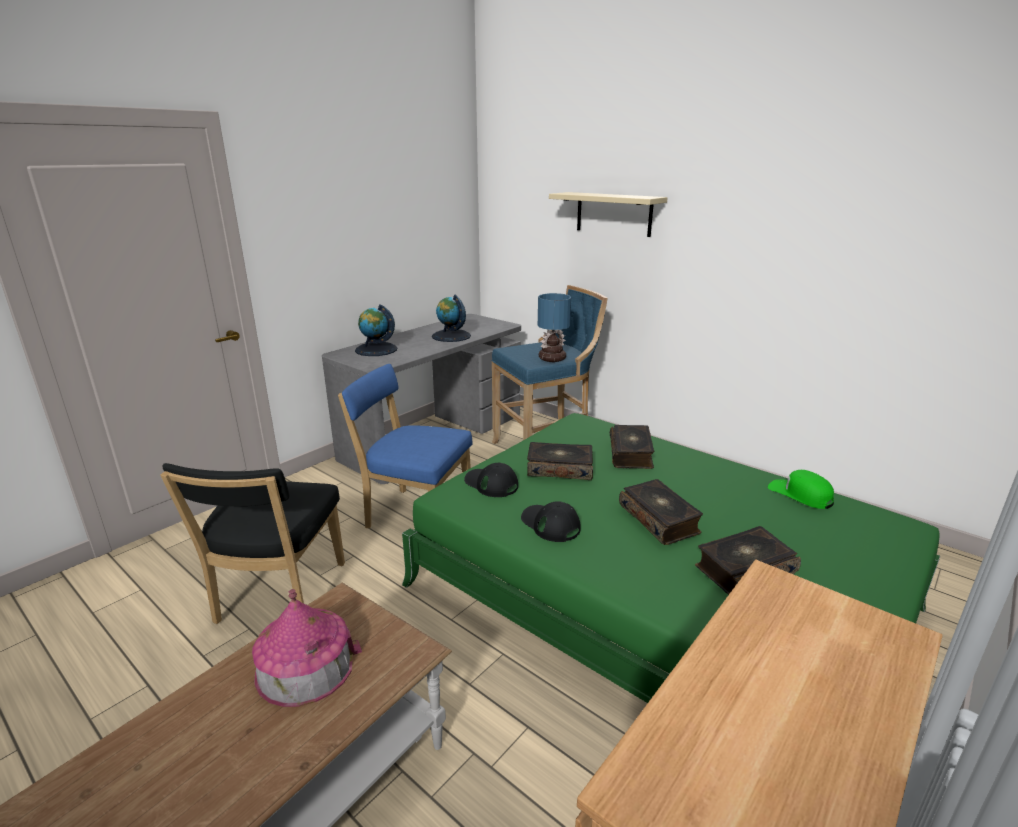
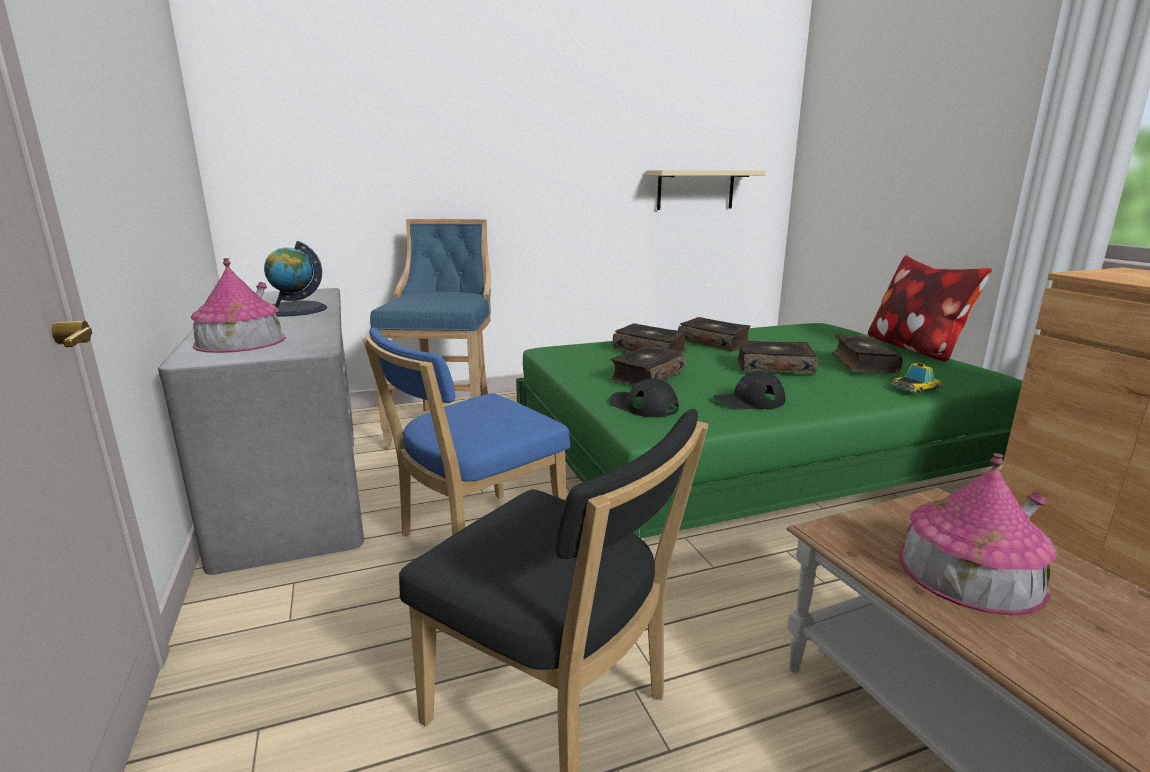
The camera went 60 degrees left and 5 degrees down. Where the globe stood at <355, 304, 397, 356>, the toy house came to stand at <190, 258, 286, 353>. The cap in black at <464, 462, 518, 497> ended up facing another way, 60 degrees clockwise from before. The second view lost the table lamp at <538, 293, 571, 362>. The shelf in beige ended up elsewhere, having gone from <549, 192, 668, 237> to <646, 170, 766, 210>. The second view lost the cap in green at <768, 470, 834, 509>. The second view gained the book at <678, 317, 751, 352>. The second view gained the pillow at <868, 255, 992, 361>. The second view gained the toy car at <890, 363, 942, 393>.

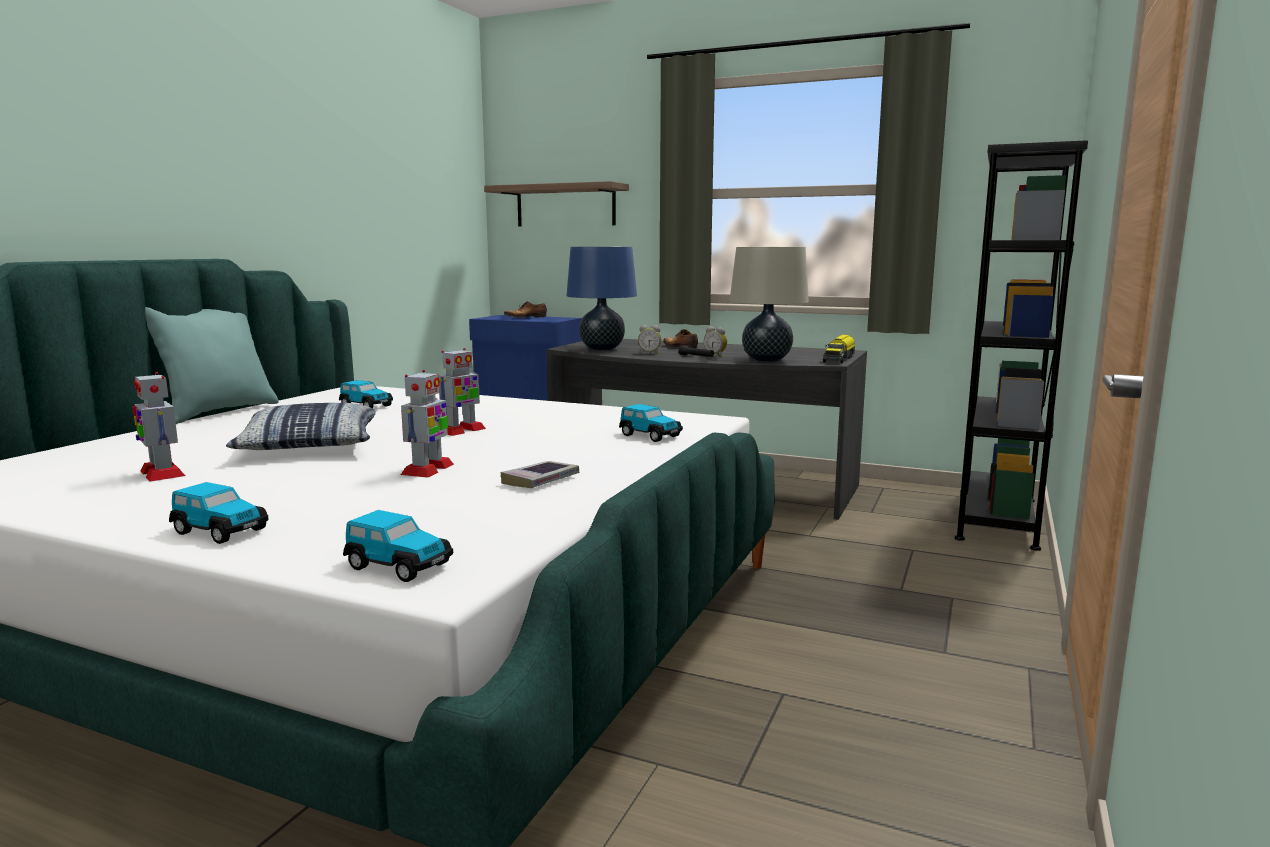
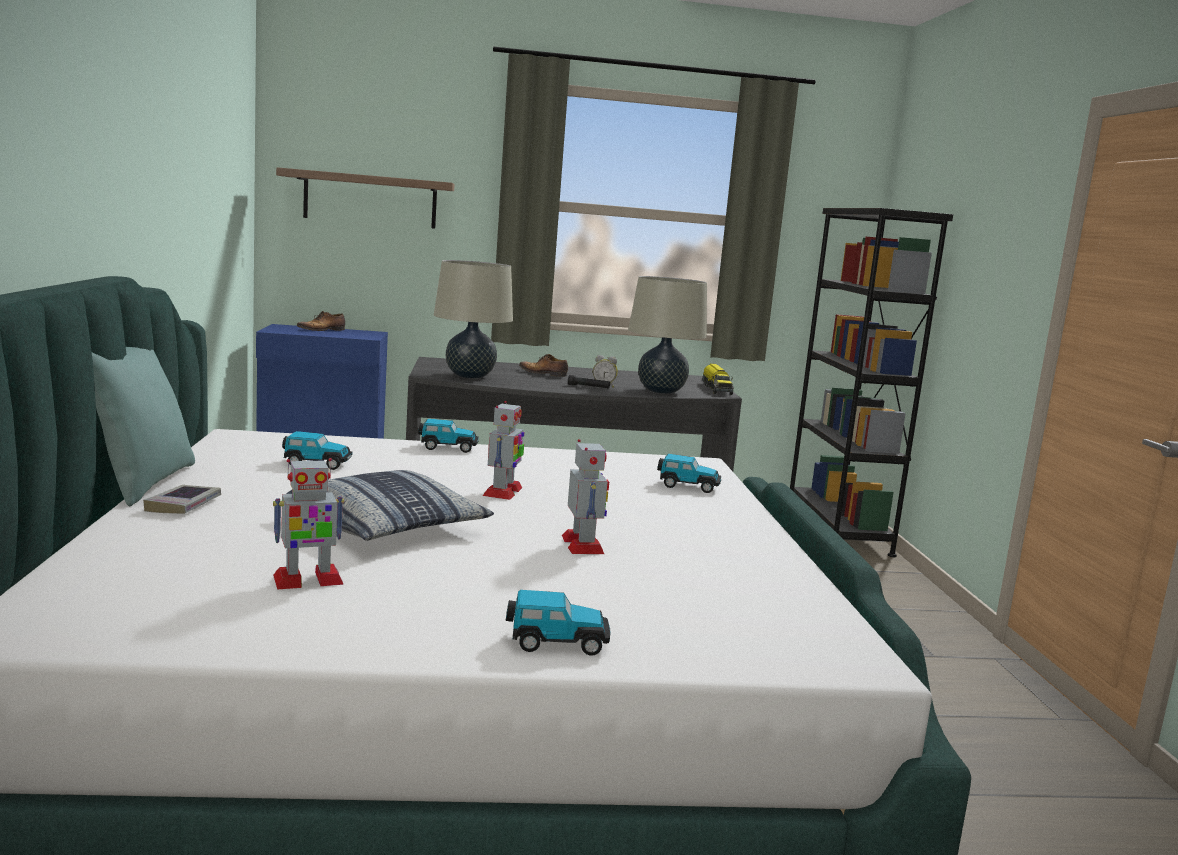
The camera went 30 degrees left and 0 degrees up. The toy robot at <132, 372, 185, 482> ended up facing another way, 45 degrees counterclockwise from before. The toy car ended up elsewhere, having gone from <343, 510, 453, 582> to <418, 419, 479, 453>. The book ended up elsewhere, having gone from <500, 461, 579, 488> to <143, 485, 221, 514>. What was the table lamp in blue at <566, 247, 637, 351> turned into the table lamp in beige at <434, 260, 513, 379>. The second view lost the alarm clock at <638, 325, 661, 354>.

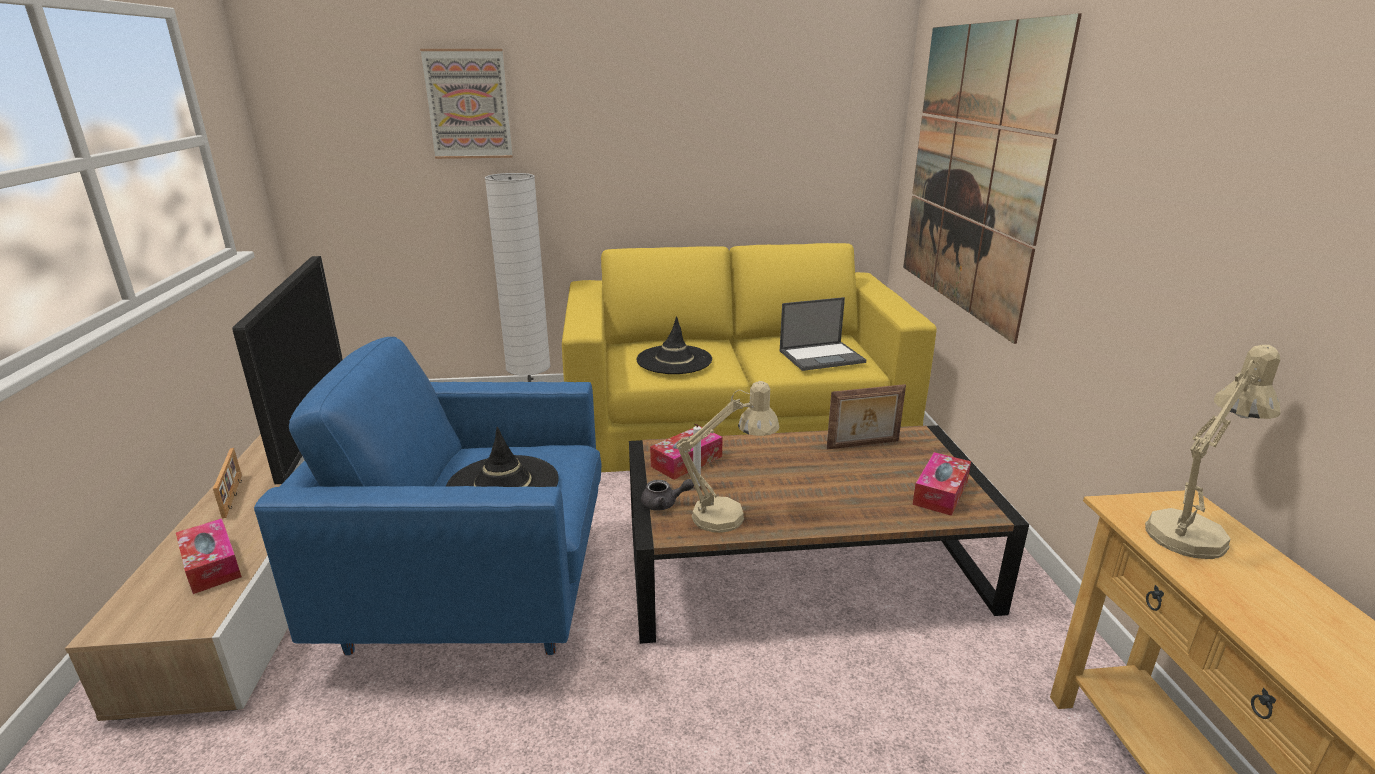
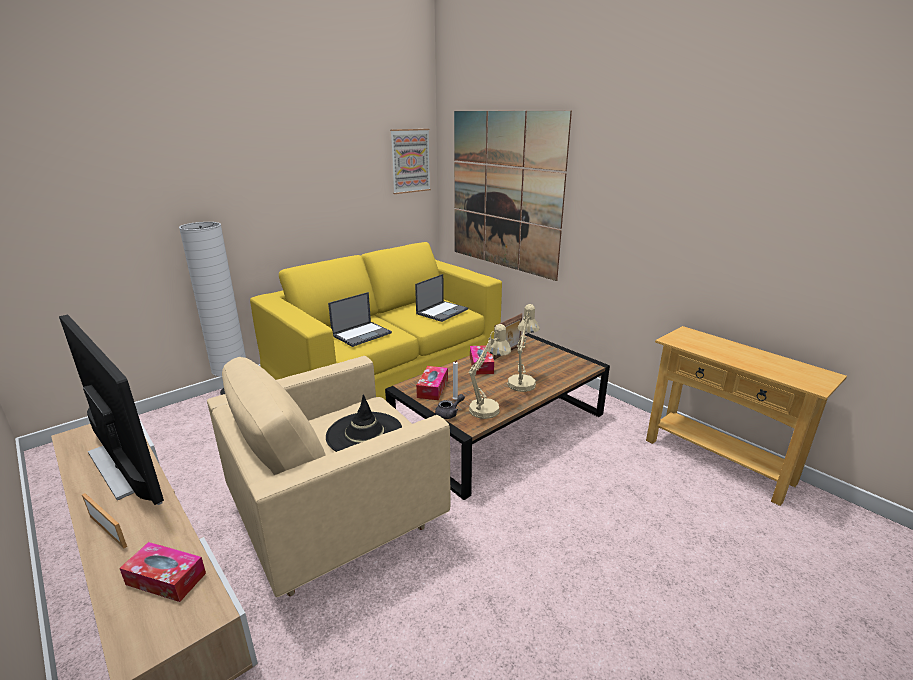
The camera went 35 degrees left and 0 degrees up. What was the armchair in blue at <254, 337, 602, 655> turned into the armchair in beige at <207, 356, 450, 597>. The picture ended up elsewhere, having gone from <420, 49, 513, 159> to <390, 129, 431, 194>. Where the hat in black stood at <636, 316, 712, 374>, the laptop came to stand at <328, 292, 392, 347>. The tissue box ended up elsewhere, having gone from <912, 452, 971, 516> to <470, 345, 494, 374>. The table lamp in beige ended up elsewhere, having gone from <1145, 345, 1280, 559> to <507, 304, 539, 392>.

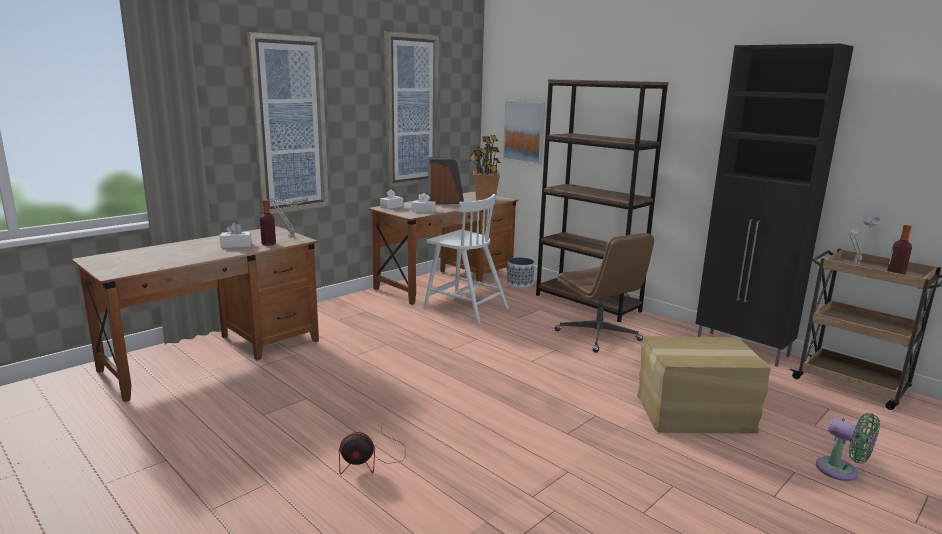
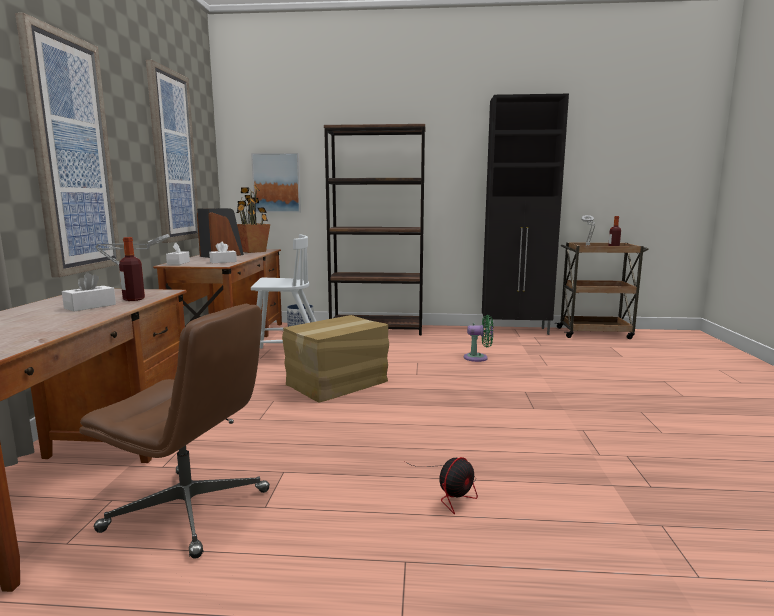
The camera went 40 degrees left and 5 degrees down. The office chair in brown ended up elsewhere, having gone from <555, 233, 654, 353> to <79, 304, 270, 559>. The cardboard box ended up elsewhere, having gone from <637, 336, 771, 434> to <282, 315, 389, 403>. The fan in green ended up elsewhere, having gone from <816, 413, 880, 481> to <464, 315, 493, 362>.

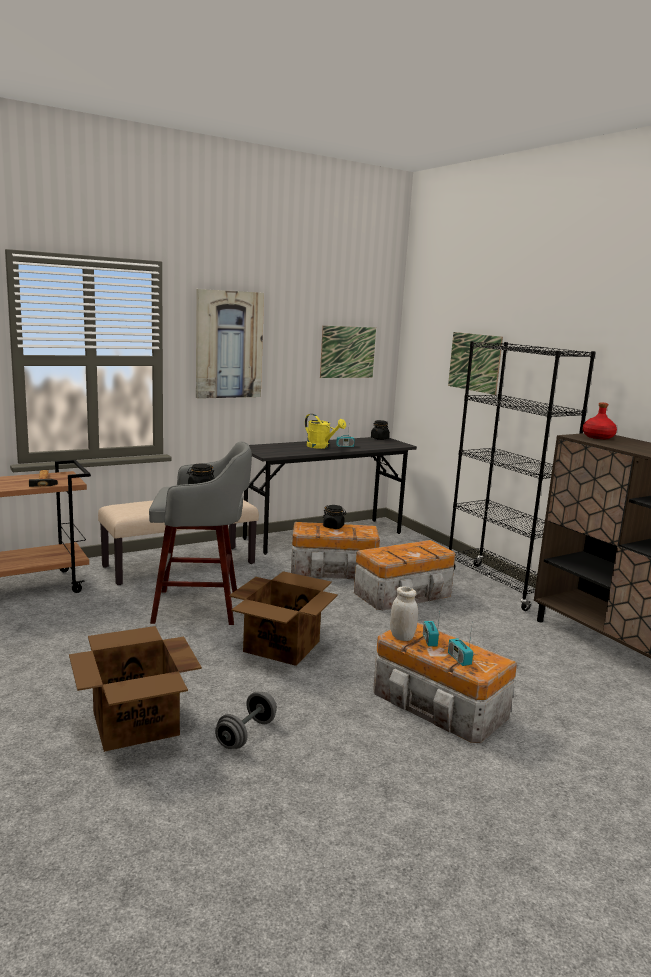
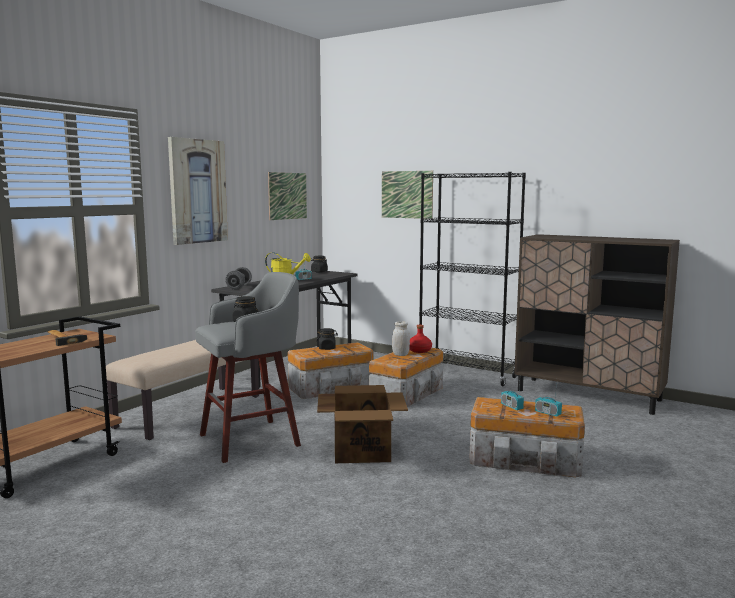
The camera went 25 degrees left and 5 degrees down. The second view lost the cardboard box at <69, 626, 202, 752>. The dumbbell in grey ended up elsewhere, having gone from <215, 692, 277, 749> to <225, 267, 252, 290>. The jar in white ended up elsewhere, having gone from <390, 586, 418, 641> to <392, 321, 410, 356>. The bottle in red ended up elsewhere, having gone from <583, 402, 617, 439> to <409, 325, 432, 353>.

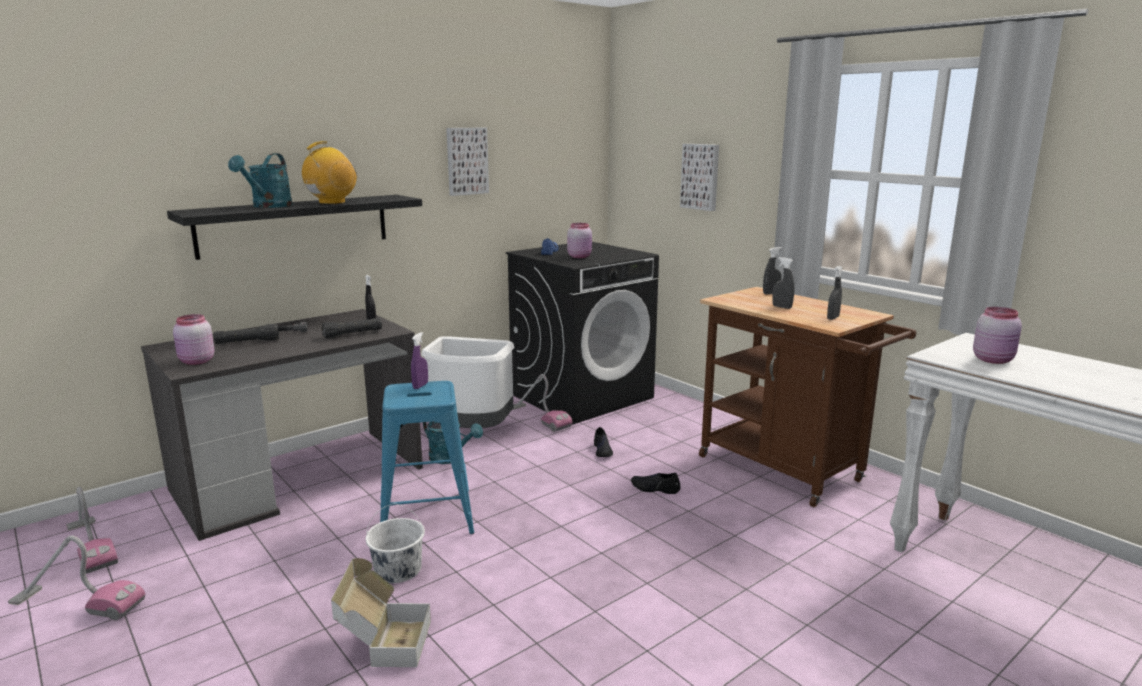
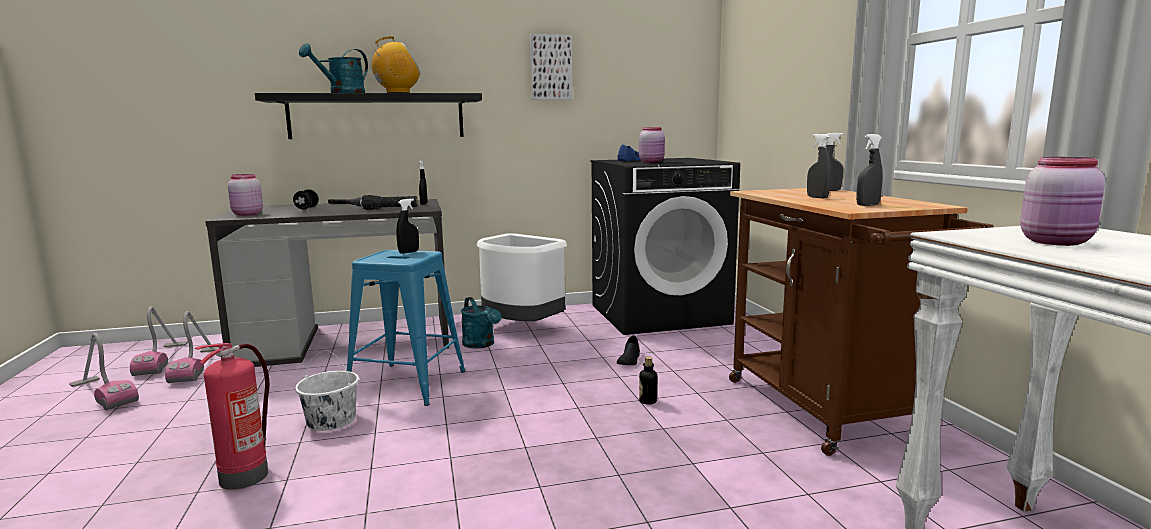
The camera went 25 degrees right and 5 degrees down. Where the flashlight in black stood at <214, 324, 279, 344>, the dumbbell in black came to stand at <293, 189, 319, 210>. Where the cardboard box stood at <331, 558, 431, 667>, the fire extinguisher came to stand at <195, 343, 269, 489>. What was the spray bottle in purple at <411, 332, 428, 389> turned into the spray bottle in black at <396, 199, 419, 254>. The vacuum cleaner ended up elsewhere, having gone from <512, 374, 572, 432> to <165, 311, 219, 383>. Where the shoe in black stood at <631, 473, 681, 494>, the bottle came to stand at <639, 357, 657, 405>. The second view lost the picture at <680, 144, 719, 211>.

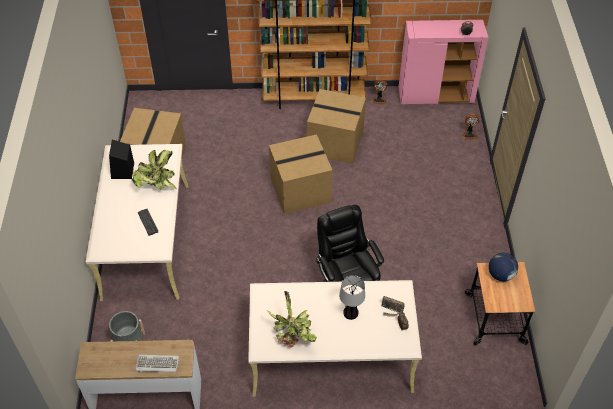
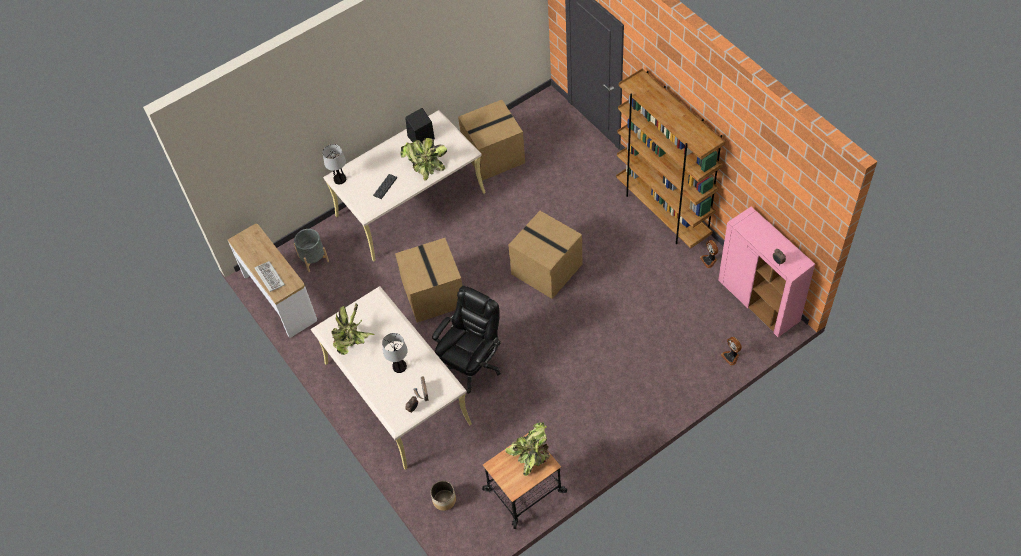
The camera went 60 degrees right and 5 degrees up. The cardboard box ended up elsewhere, having gone from <307, 89, 366, 164> to <395, 238, 463, 323>. Where the globe stood at <489, 253, 518, 282>, the potted plant came to stand at <505, 422, 550, 476>. The second view gained the table lamp at <323, 144, 346, 184>. The second view gained the planter at <430, 481, 456, 511>.

